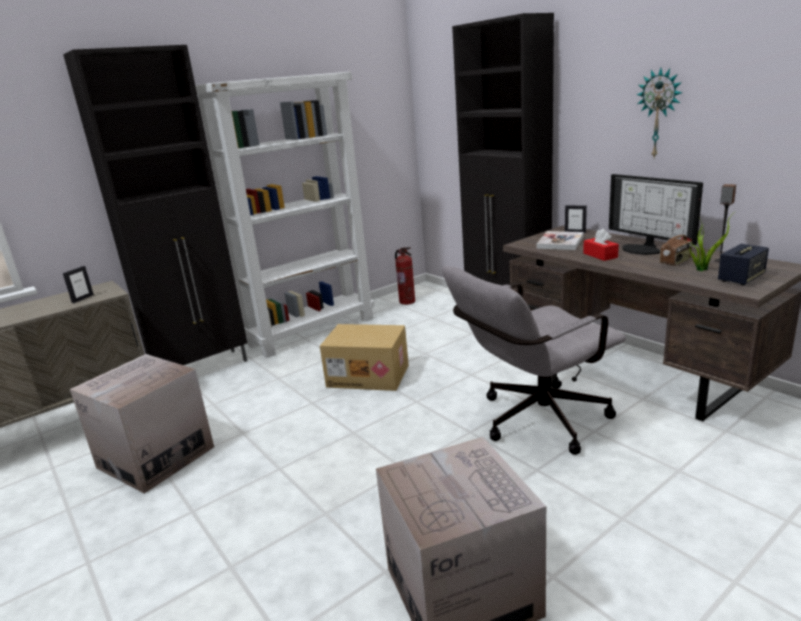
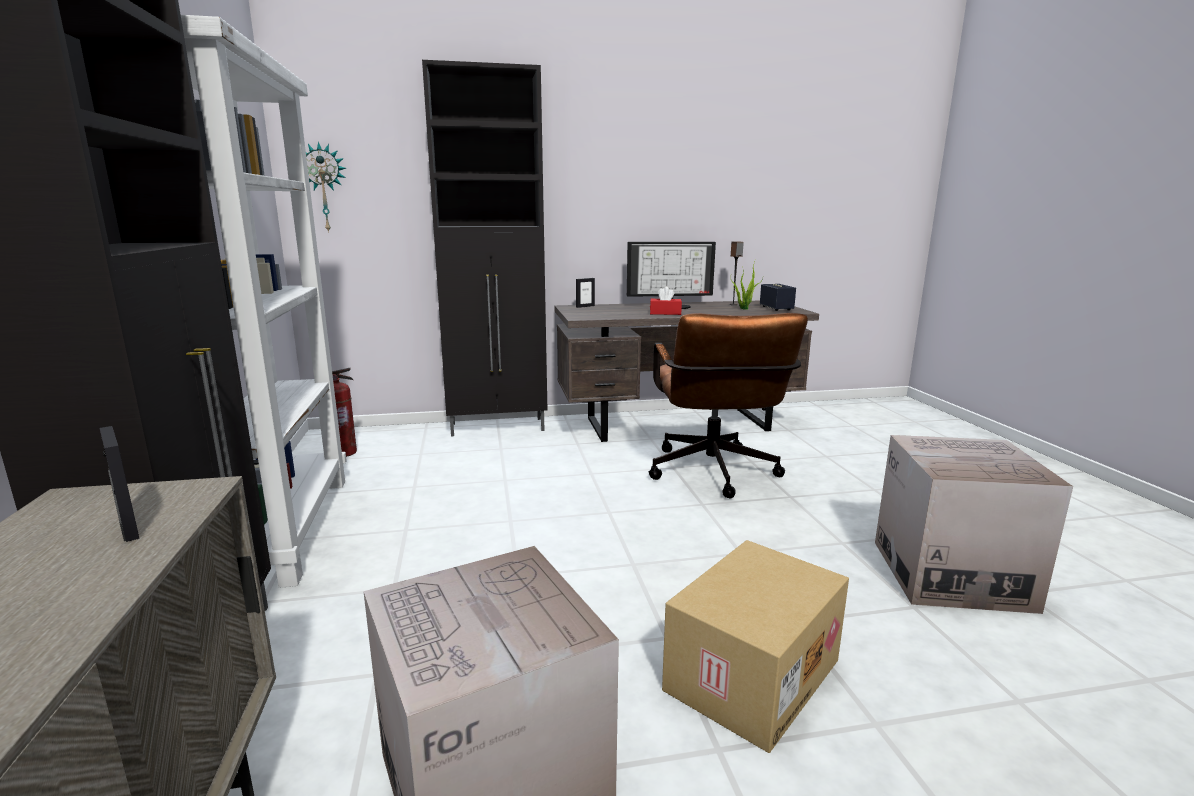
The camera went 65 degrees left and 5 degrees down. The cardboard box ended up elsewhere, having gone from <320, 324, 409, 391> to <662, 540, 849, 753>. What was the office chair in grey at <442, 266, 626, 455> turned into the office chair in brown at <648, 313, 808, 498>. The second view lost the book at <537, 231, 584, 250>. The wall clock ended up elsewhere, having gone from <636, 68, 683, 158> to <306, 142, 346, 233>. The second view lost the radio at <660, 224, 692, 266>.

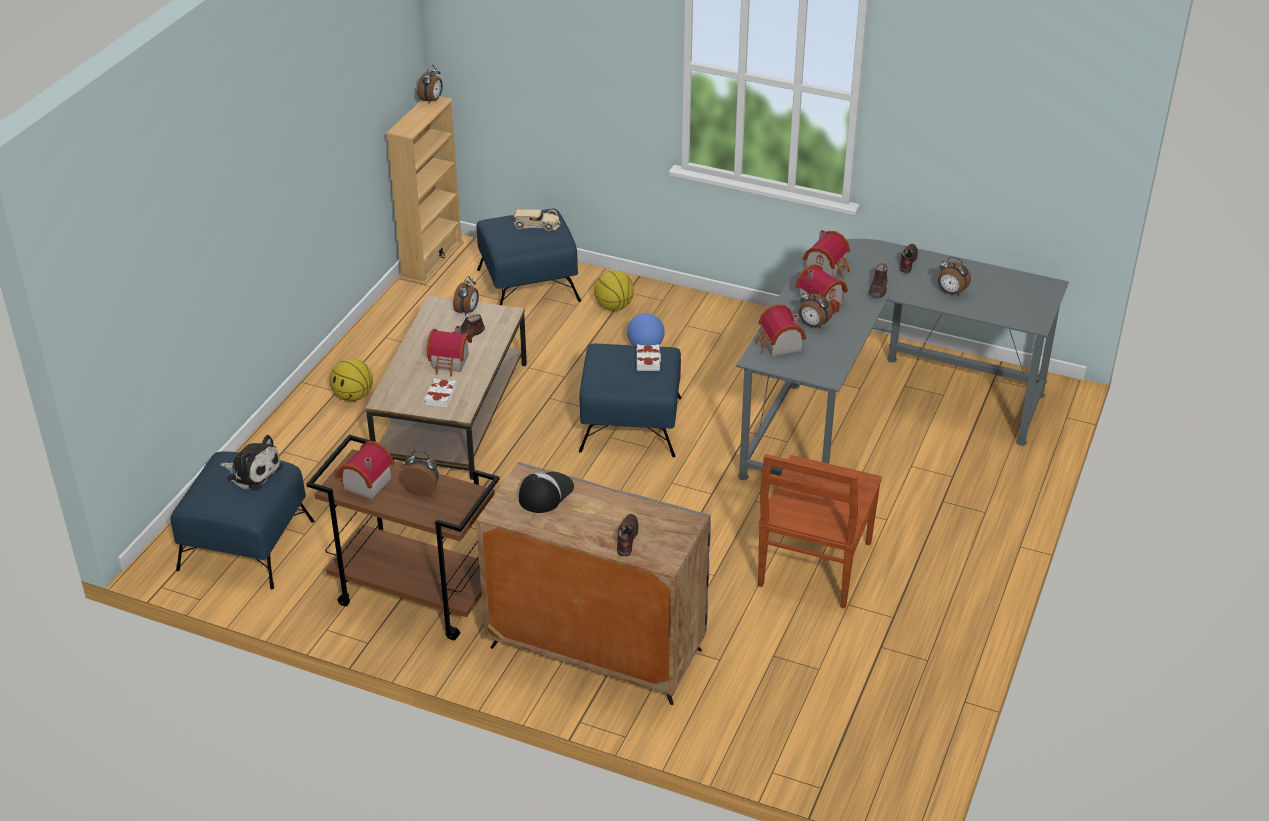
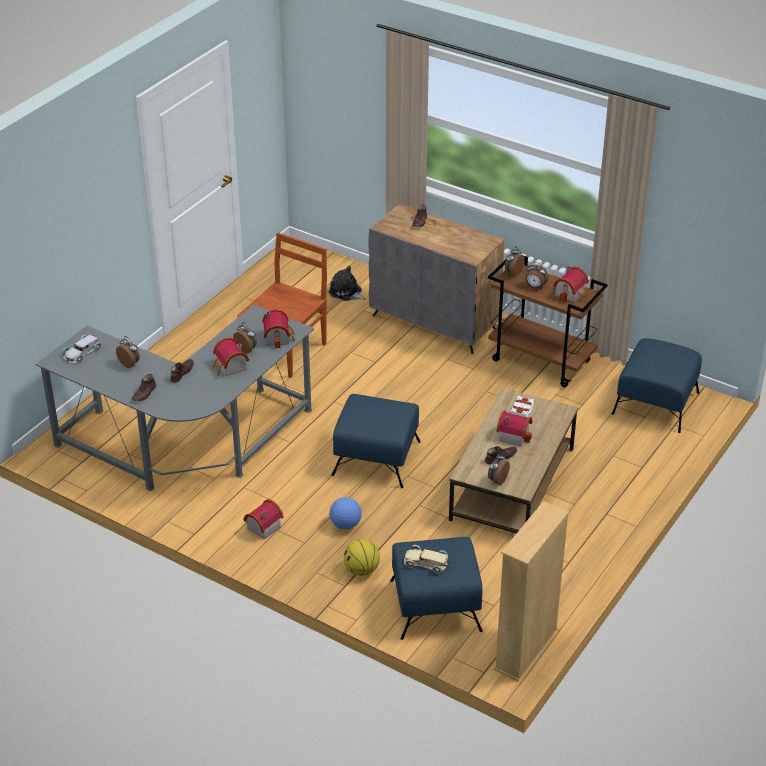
The camera went 170 degrees left and 0 degrees up. The plush toy ended up elsewhere, having gone from <220, 435, 283, 490> to <329, 266, 366, 301>. The second view lost the basketball at <330, 359, 373, 401>. The alarm clock ended up elsewhere, having gone from <417, 65, 443, 104> to <505, 247, 525, 276>. The second view lost the cap at <519, 472, 574, 513>. The second view lost the book in white at <637, 345, 661, 371>. The toy house ended up elsewhere, having gone from <803, 230, 850, 279> to <243, 499, 284, 540>. The second view gained the toy car in white at <62, 334, 101, 364>.

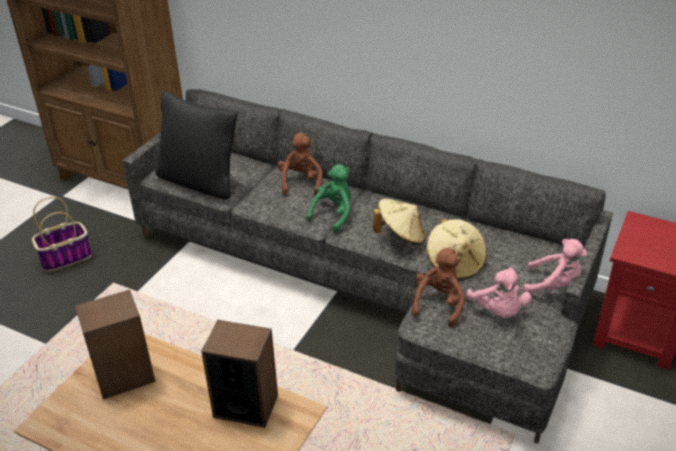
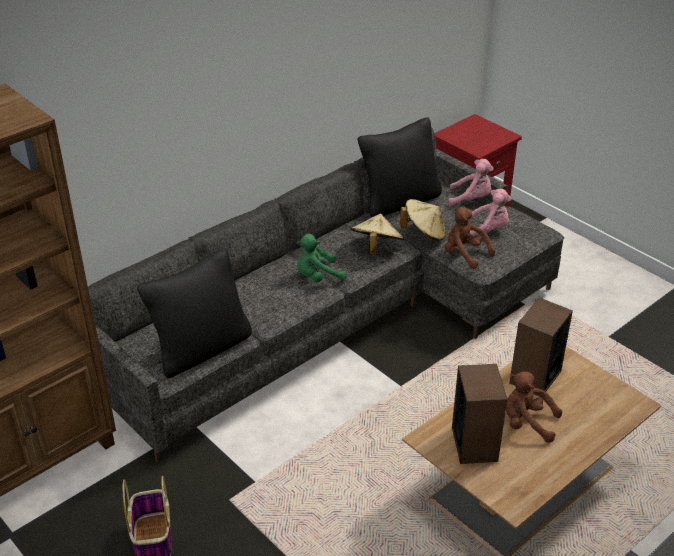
The camera went 70 degrees left and 0 degrees up. The plush toy in brown ended up elsewhere, having gone from <277, 133, 323, 195> to <506, 371, 562, 443>. The plush toy in green at <306, 164, 351, 233> ended up facing another way, 75 degrees counterclockwise from before. The plush toy in pink at <523, 239, 587, 293> ended up facing another way, 60 degrees clockwise from before. The second view gained the pillow in black at <358, 117, 442, 218>.

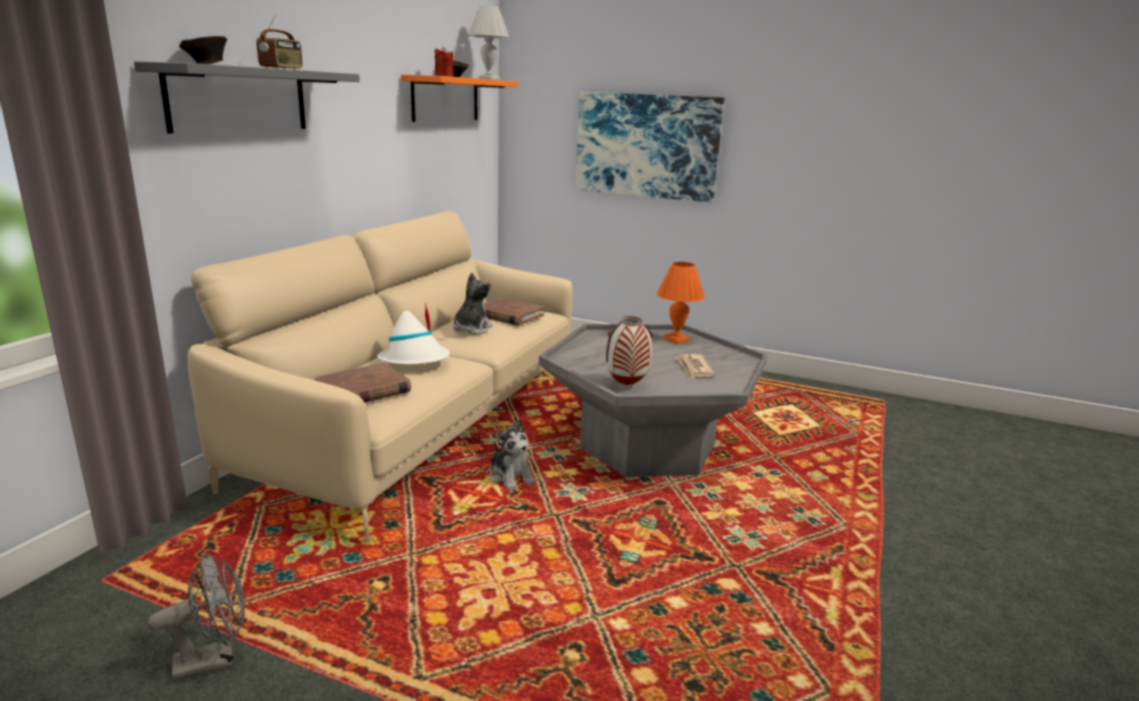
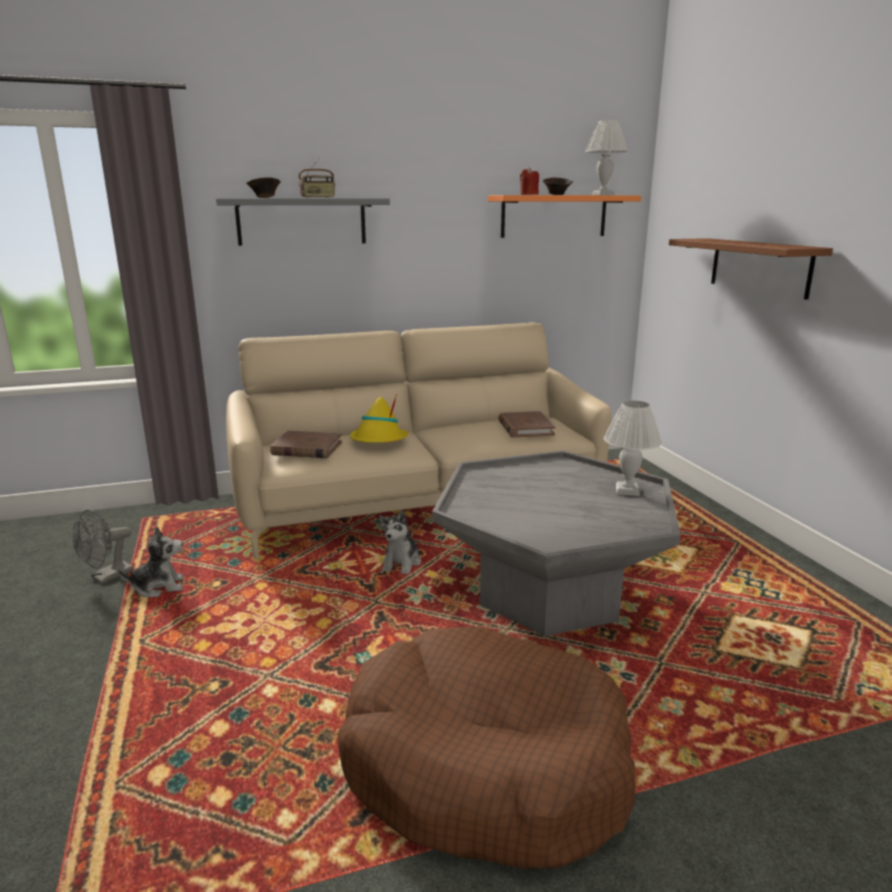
The camera went 50 degrees right and 0 degrees up. The fan in grey at <148, 554, 245, 681> ended up facing another way, 105 degrees clockwise from before. What was the hat in white at <377, 303, 450, 365> turned into the hat in yellow at <350, 394, 409, 443>. The plush toy ended up elsewhere, having gone from <453, 272, 493, 335> to <118, 526, 184, 597>. Where the picture hung at <576, 92, 724, 202>, the shelf in brown came to hang at <669, 238, 833, 300>. The second view lost the vase at <606, 316, 653, 386>. What was the table lamp in orange at <657, 262, 705, 344> turned into the table lamp in white at <604, 401, 662, 496>. The second view lost the newspaper at <676, 354, 716, 379>. The second view gained the dog bed in brown at <337, 627, 635, 869>.

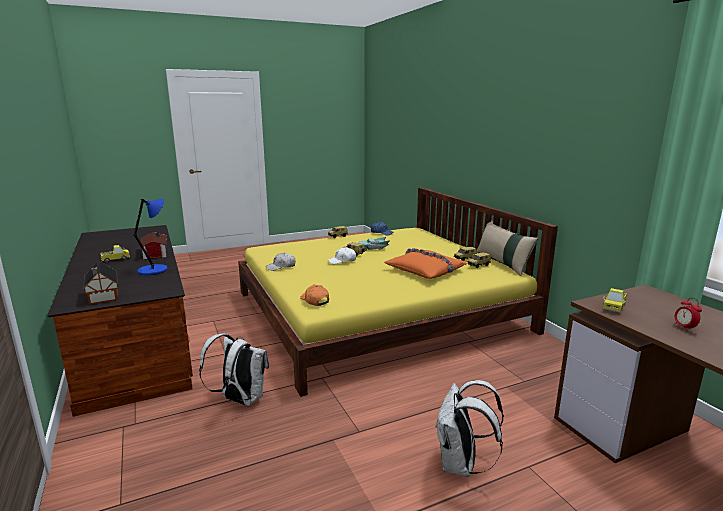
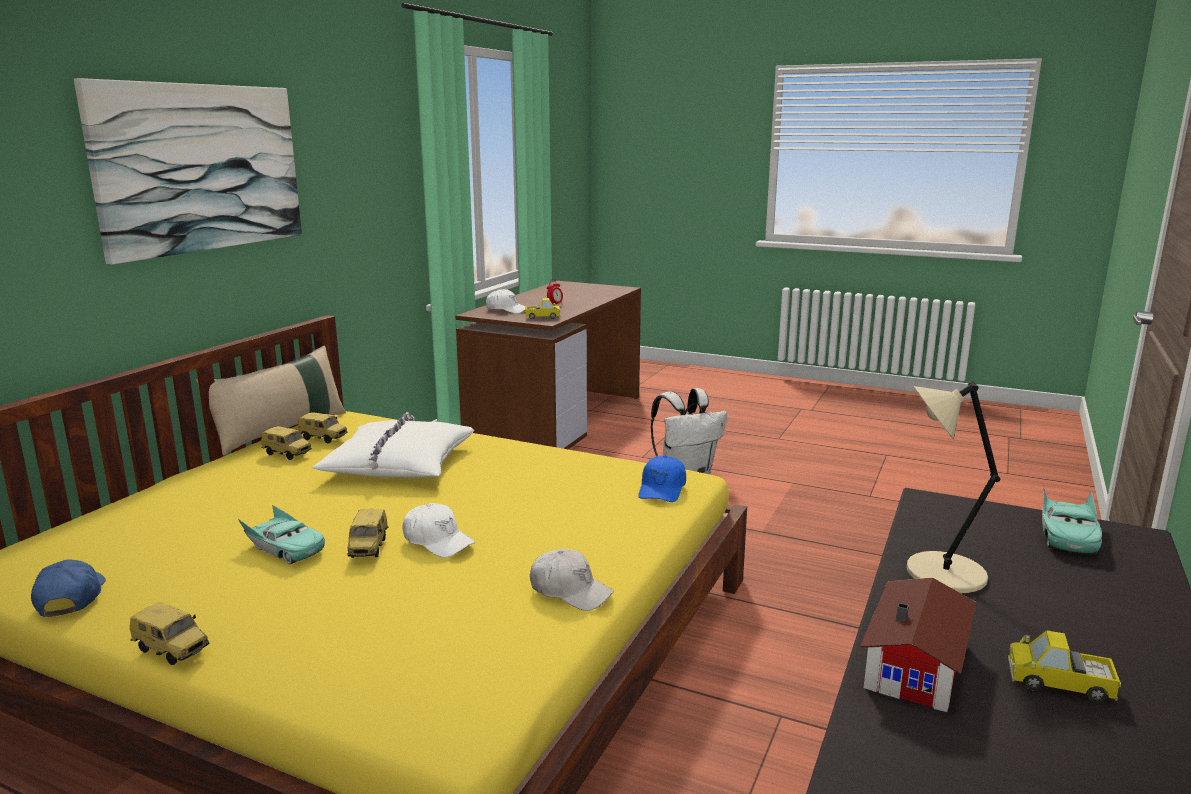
The camera went 130 degrees left and 0 degrees up. Where the toy house stood at <83, 261, 118, 305>, the toy car in turquoise came to stand at <1042, 485, 1102, 555>. What was the table lamp in blue at <133, 198, 168, 275> turned into the table lamp in beige at <906, 381, 1000, 593>. The second view lost the backpack in white at <199, 334, 269, 406>. What was the cap in orange at <300, 285, 329, 306> turned into the cap in blue at <638, 455, 686, 502>. What was the pillow in orange at <384, 248, 468, 279> turned into the pillow in white at <311, 412, 474, 478>. The second view gained the picture at <74, 78, 302, 265>. The second view gained the cap in white at <486, 289, 526, 314>.

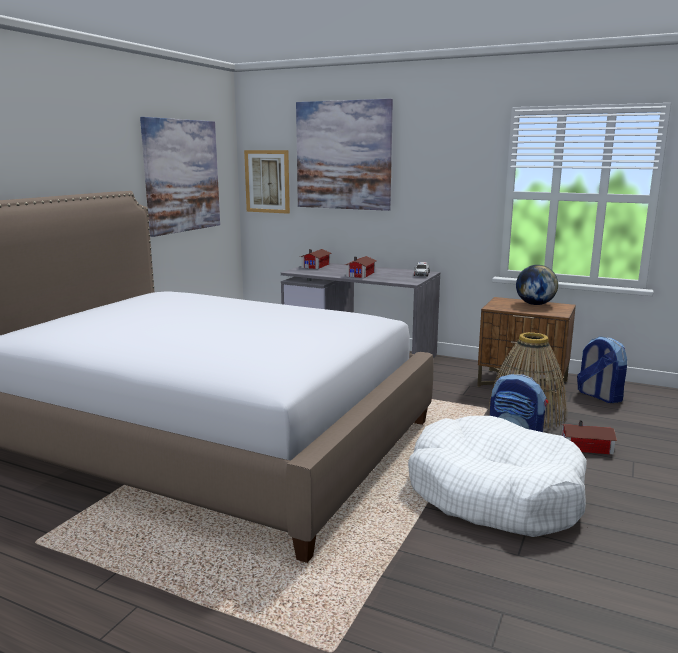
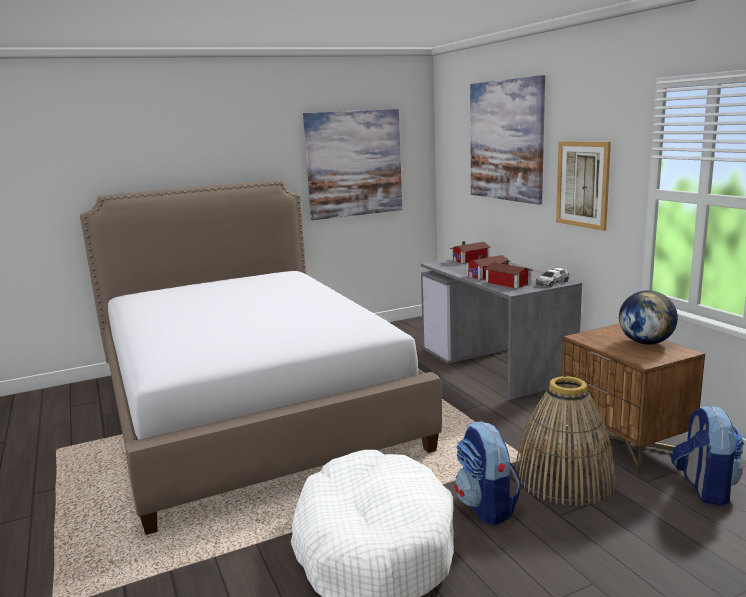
The camera went 40 degrees right and 0 degrees up. The picture ended up elsewhere, having gone from <244, 150, 290, 214> to <556, 141, 611, 231>. The toy house ended up elsewhere, having gone from <561, 420, 617, 455> to <484, 260, 533, 289>.

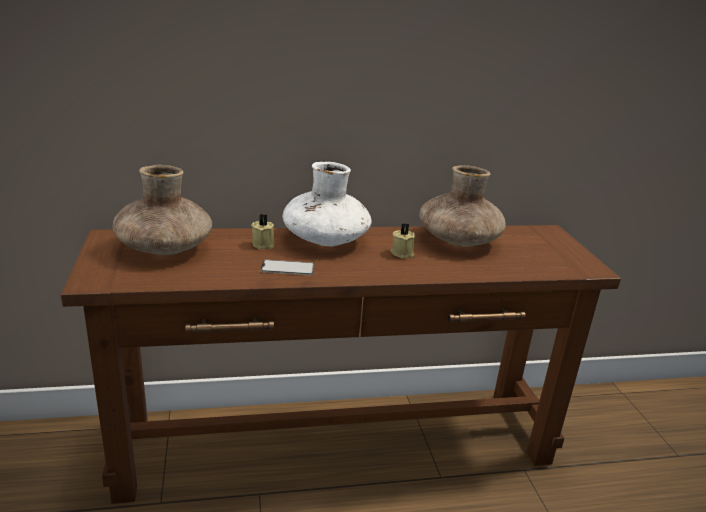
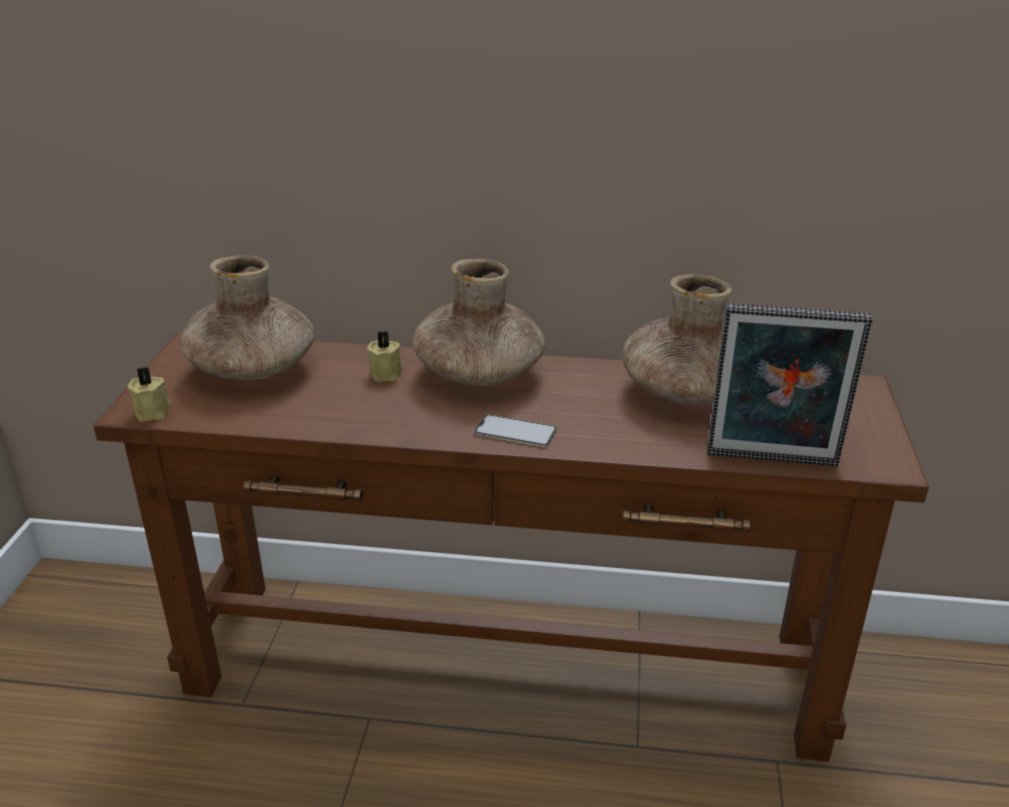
The camera went 20 degrees right and 5 degrees up. The phone ended up elsewhere, having gone from <260, 260, 314, 275> to <474, 414, 557, 447>. What was the vase in white at <283, 162, 372, 246> turned into the vase in brown at <413, 259, 545, 385>. The candle in beige ended up elsewhere, having gone from <391, 223, 415, 259> to <127, 366, 172, 421>. The second view gained the picture frame at <707, 303, 873, 467>.

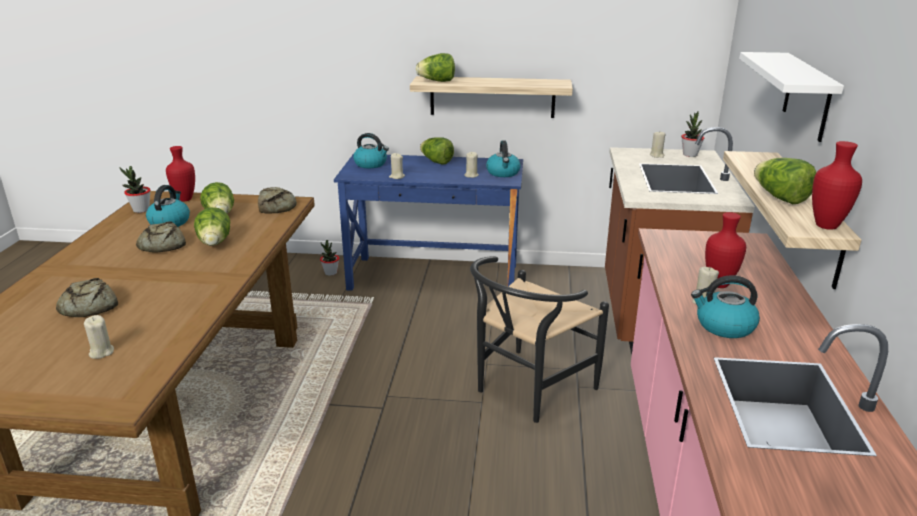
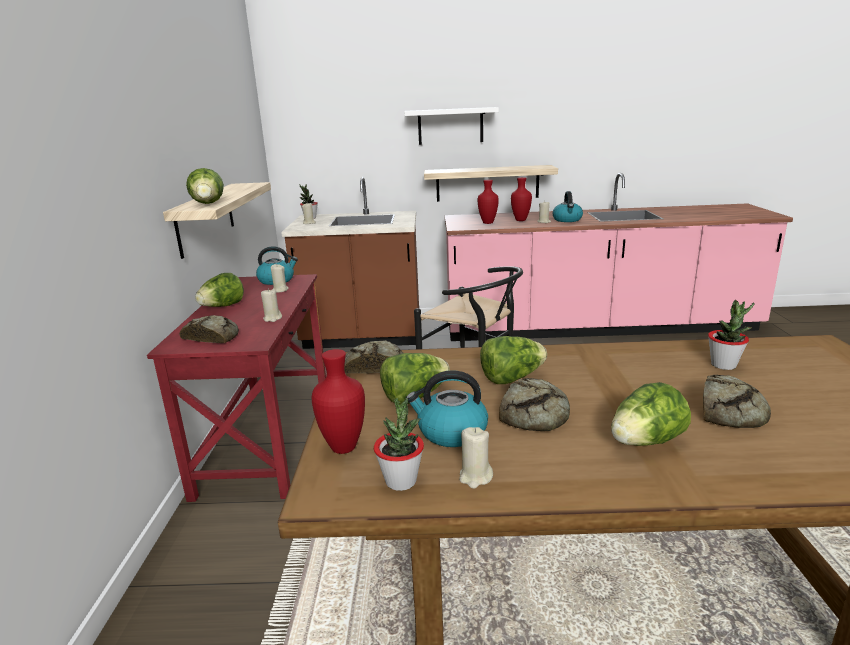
The camera went 95 degrees left and 5 degrees down. The candle in beige ended up elsewhere, having gone from <84, 315, 114, 359> to <459, 427, 493, 489>. The potted plant ended up elsewhere, having gone from <320, 240, 339, 276> to <708, 300, 755, 370>. What was the desk in blue at <334, 154, 523, 291> turned into the desk in red at <147, 274, 326, 502>. Where the kettle stood at <353, 133, 389, 168>, the bread came to stand at <179, 315, 239, 343>. The lettuce ended up elsewhere, having gone from <754, 158, 816, 204> to <611, 382, 691, 446>. The vase in red ended up elsewhere, having gone from <812, 141, 862, 230> to <478, 180, 499, 224>.

